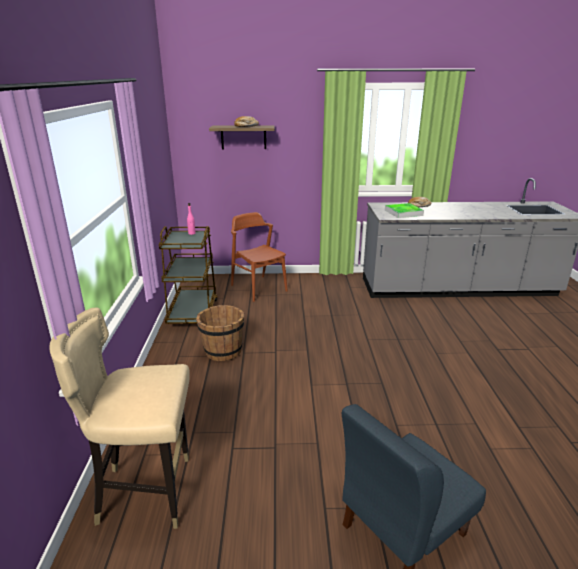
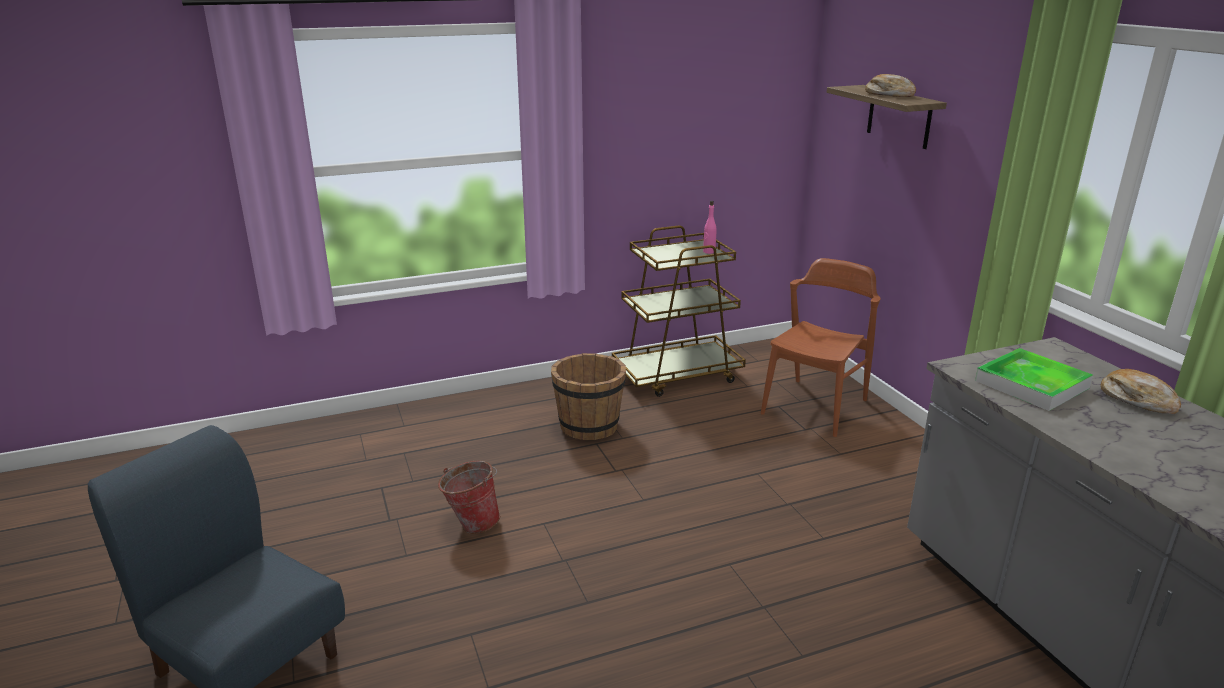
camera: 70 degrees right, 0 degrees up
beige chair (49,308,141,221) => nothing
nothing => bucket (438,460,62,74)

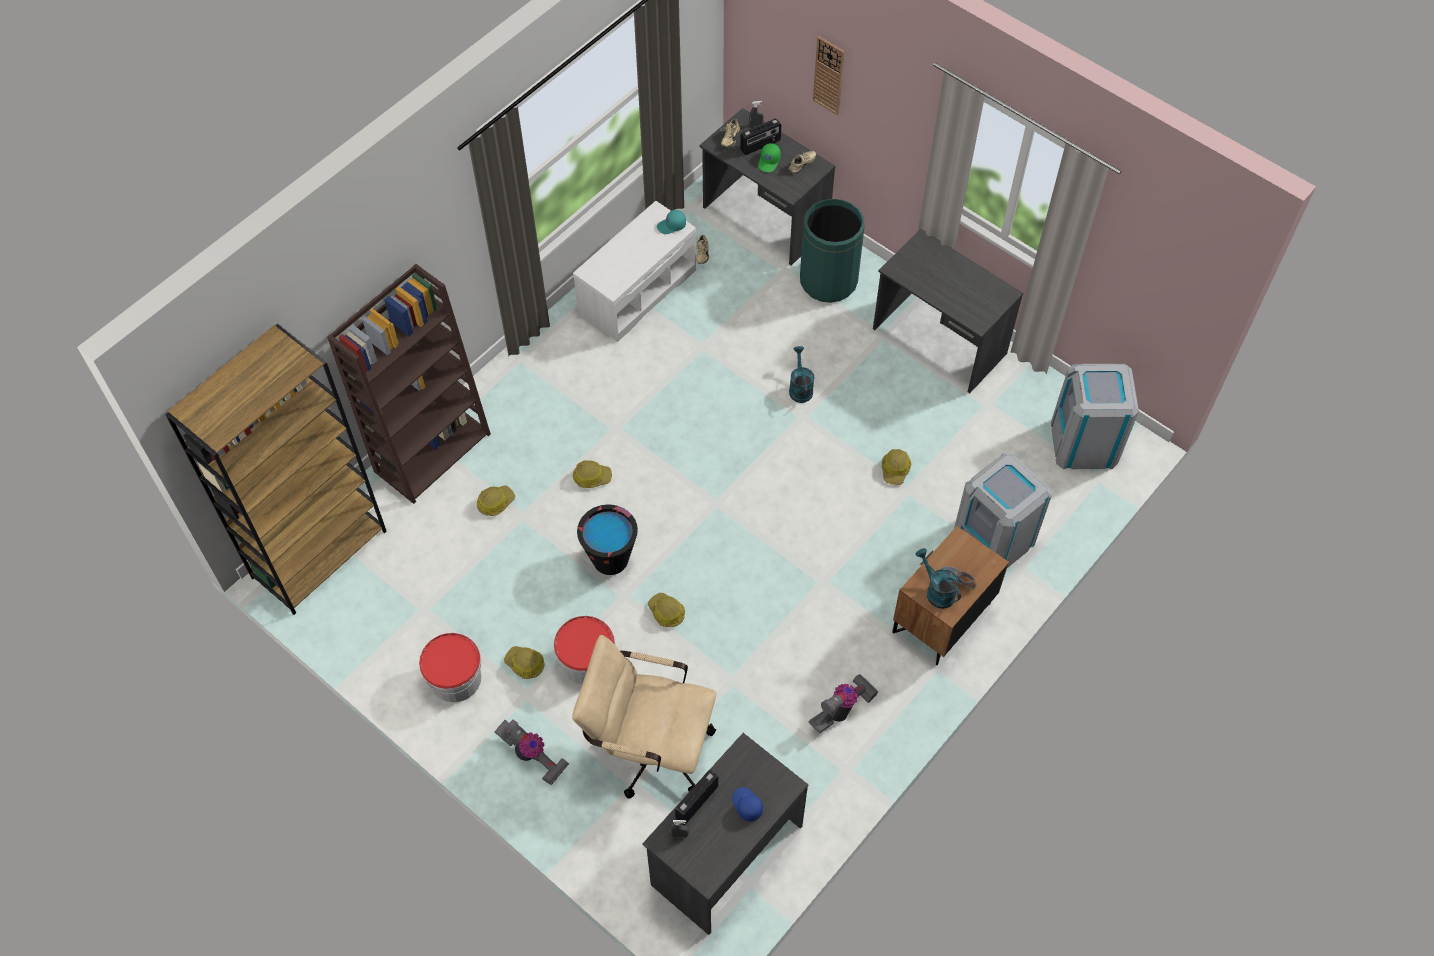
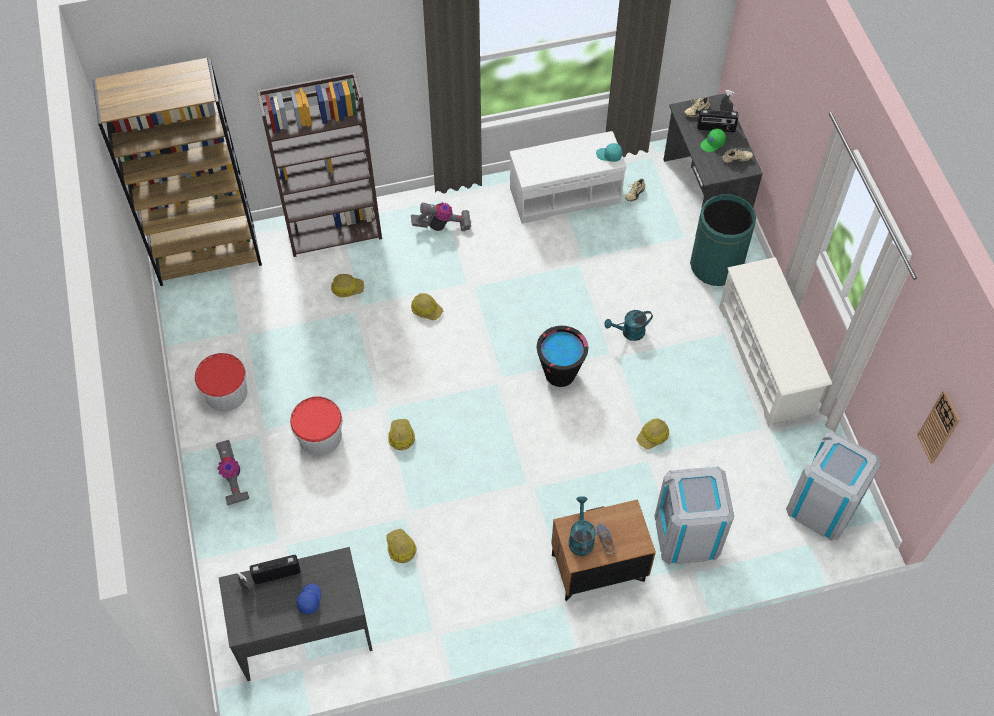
camera: 35 degrees right, 0 degrees up
beige office chair (572,635,144,163) => nothing
hard hat (504,646,40,33) => hard hat (386,529,31,34), moved
black bucket (577,505,61,70) => black bucket (537,326,51,61), moved
vacuum cleaner (809,674,70,59) => vacuum cleaner (411,202,60,29), moved
wall clock (813,36,32,79) => wall clock (917,390,43,74), moved
grey desk (873,229,150,164) => white shoe rack (719,257,113,170)
turquoise watering can (789,346,25,57) => turquoise watering can (605,310,48,31), 135 degrees counterclockwise

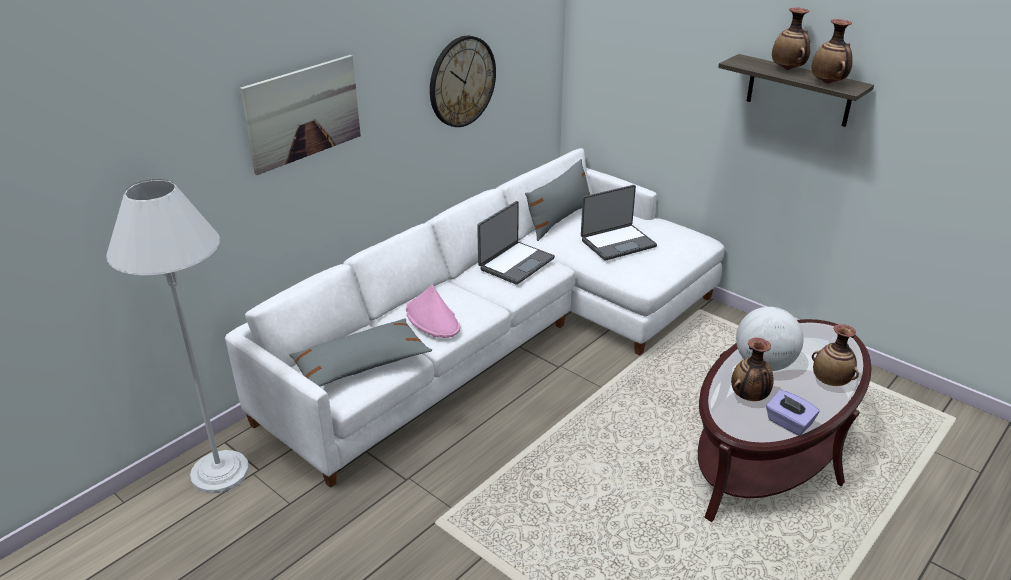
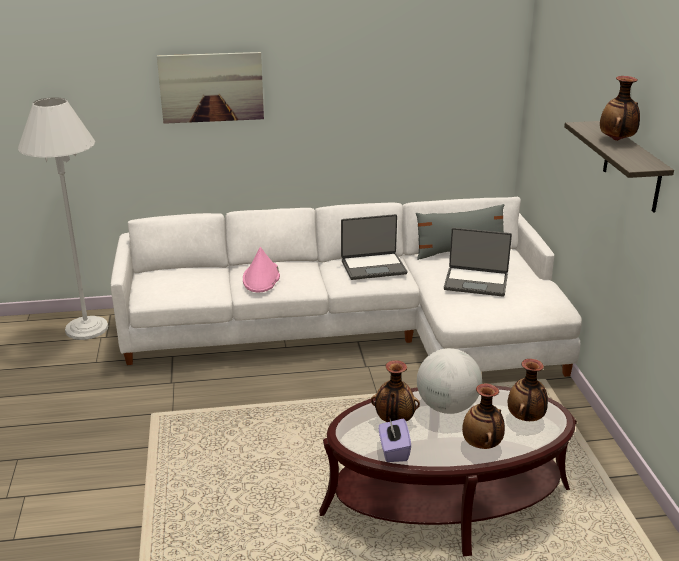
camera: 40 degrees right, 5 degrees down
grey pillow (289,318,143,68) => nothing
wall clock (430,36,66,91) => nothing
vase (811,19,42,65) => vase (508,359,40,62), moved

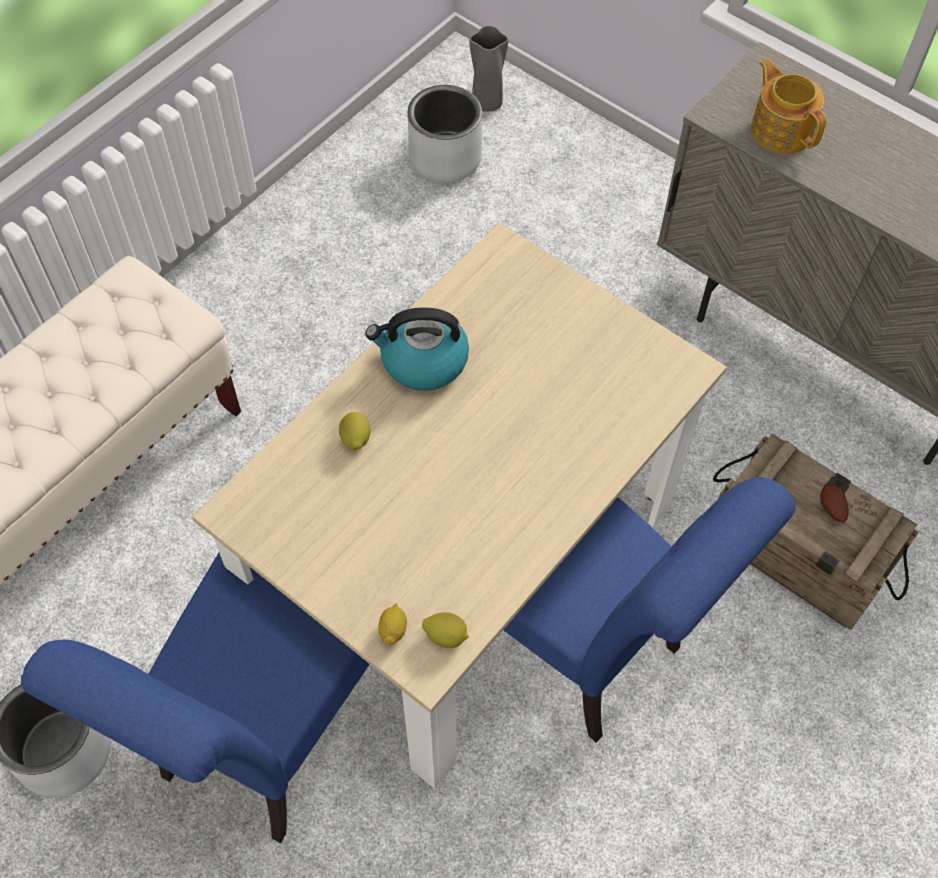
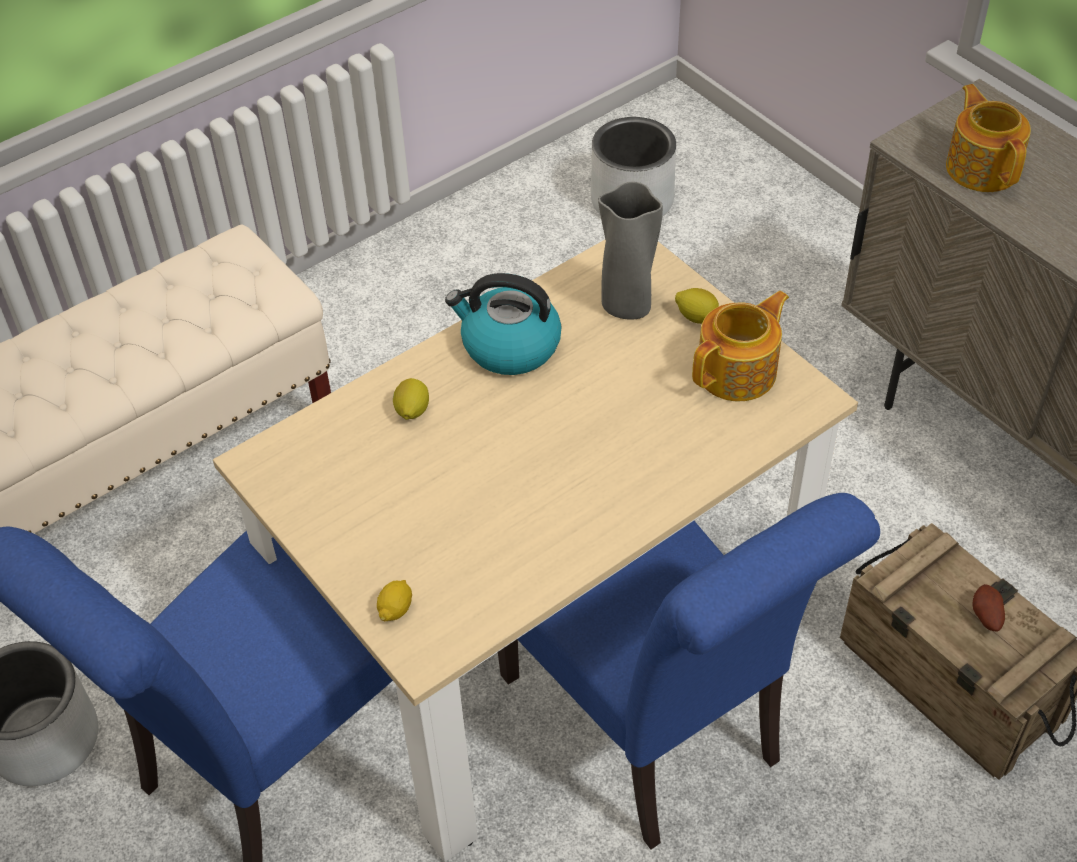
camera: 15 degrees right, 10 degrees down
nothing => teapot (692,291,97,110)
lemon (422,612,47,36) => lemon (675,288,44,36), moved
grey vase (469,26,40,86) => grey vase (598,182,65,138), moved

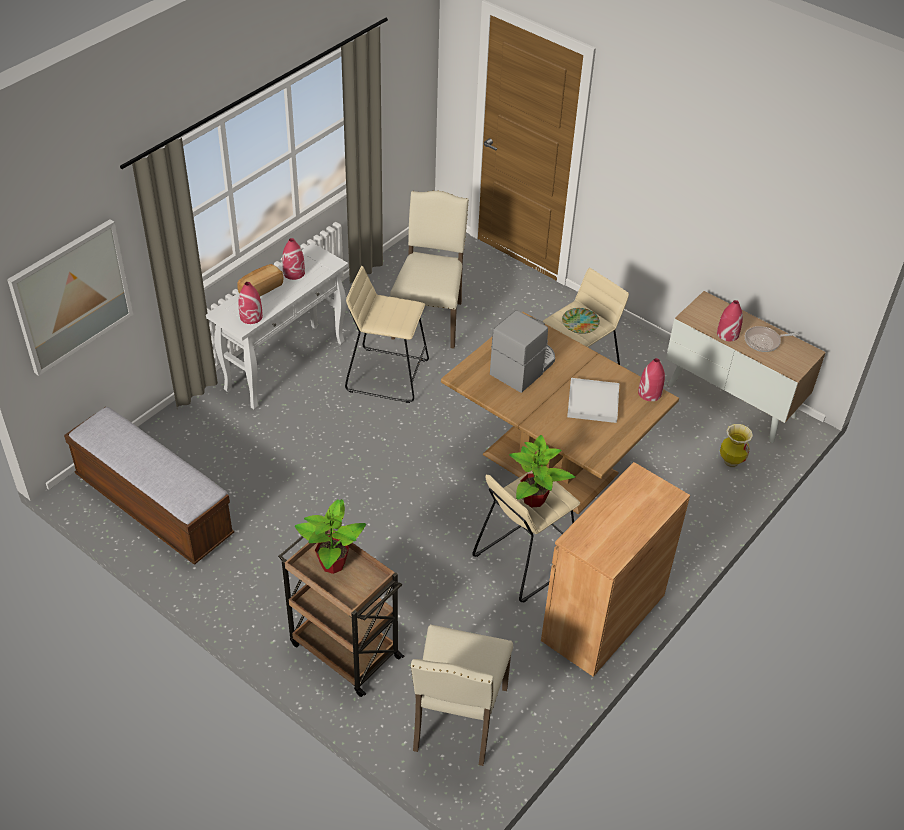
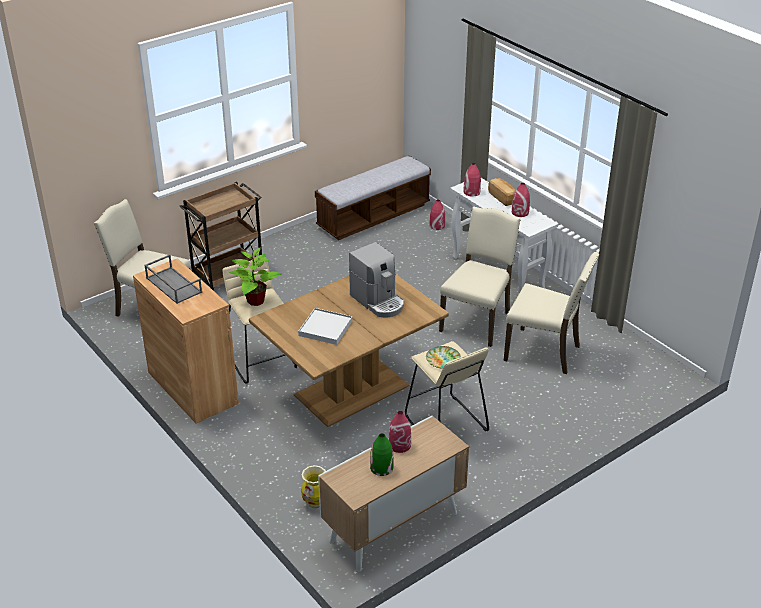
camera: 105 degrees right, 10 degrees down
picture (7,219,126,157) => nothing
potted plant (295,499,71,75) => nothing
nothing => grey tray (144,255,58,49)
red vase (638,358,27,43) => red vase (430,200,15,30), moved
beige stool (345,266,84,137) => beige chair (439,206,81,141)
frying pan (745,326,53,26) => green vase (370,433,24,43)

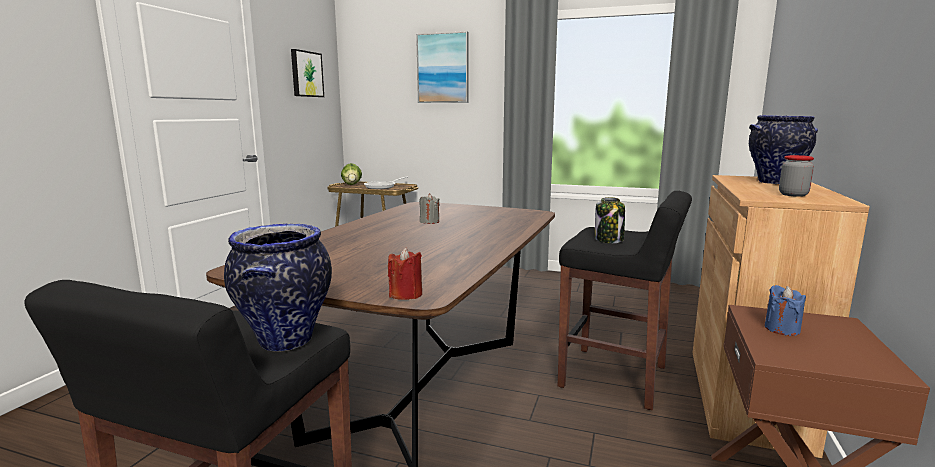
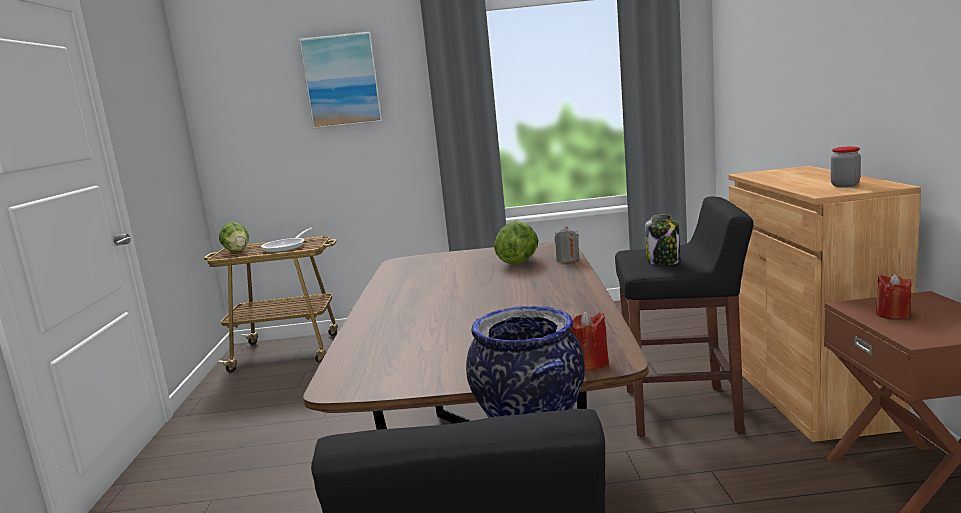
camera: 20 degrees left, 0 degrees up
picture (291,49,33,48) => nothing
vase (749,115,69,69) => nothing
nothing => lettuce (494,221,45,43)
grey candle (419,193,21,31) => grey candle (555,226,24,36), moved
blue candle (764,285,42,51) => red candle (876,273,36,47)

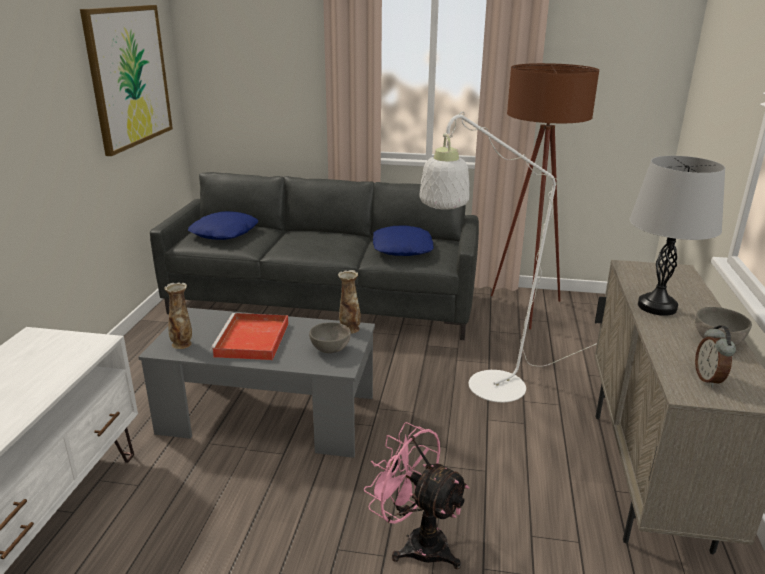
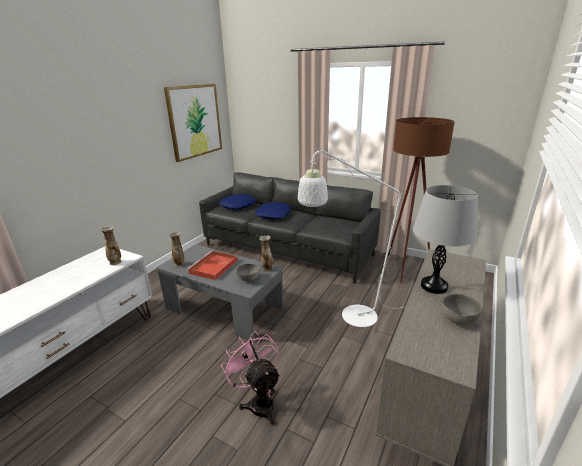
camera: 20 degrees right, 0 degrees up
alarm clock (695,325,41,63) => nothing
nothing => vase (100,226,22,39)
blue pillow (373,225,61,31) => blue pillow (255,202,37,17), moved

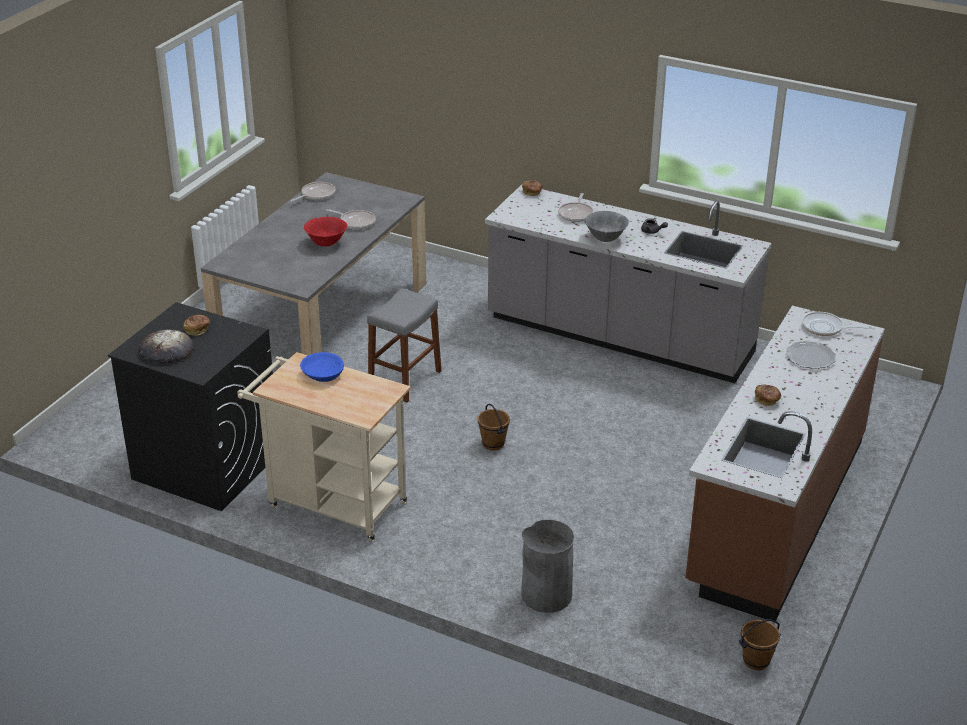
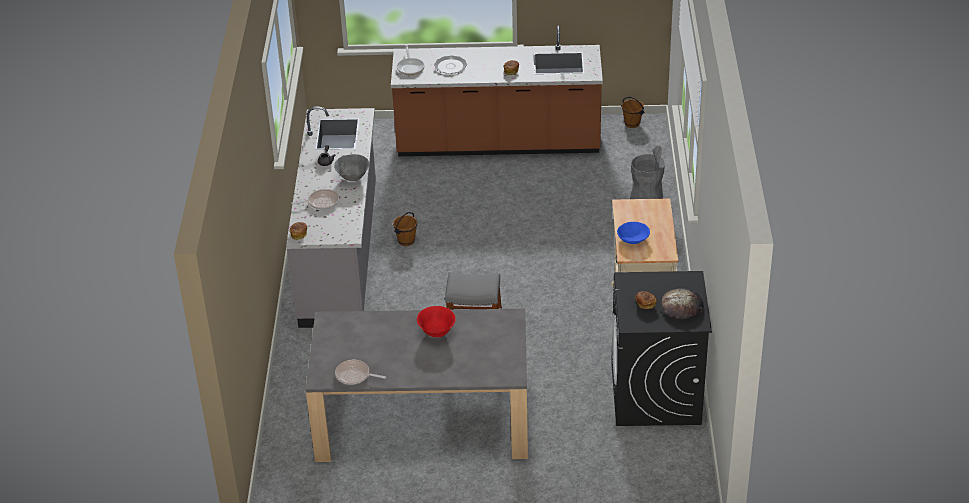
camera: 115 degrees left, 5 degrees up
frying pan (326,209,50,21) => nothing
brown bucket (478,404,32,47) => brown bucket (393,212,24,34), moved

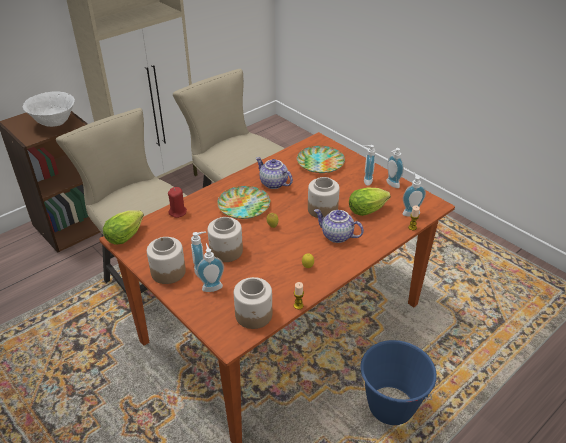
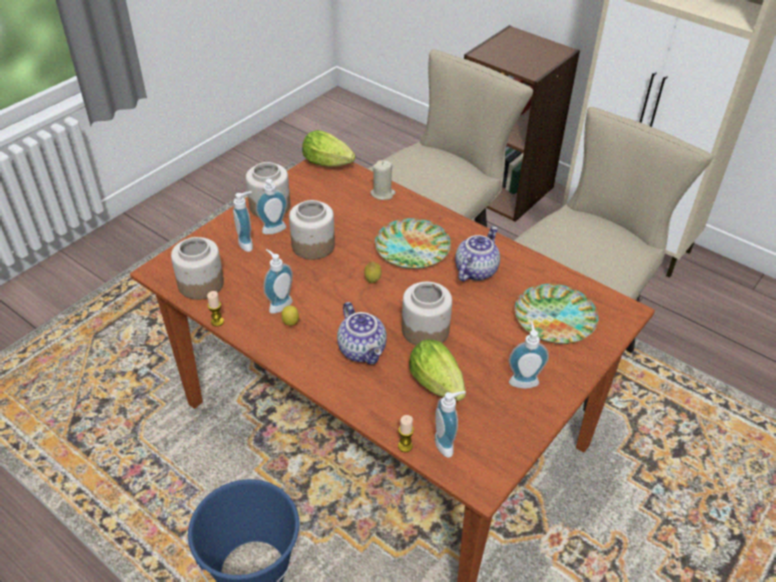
camera: 80 degrees right, 5 degrees up
white bowl (23,92,52,35) => nothing
soap dispenser (386,148,18,40) => soap dispenser (263,249,30,65), moved
red candle (168,187,19,31) => beige candle (370,160,26,40)
teapot (314,209,50,34) => teapot (337,302,50,62), 135 degrees clockwise

